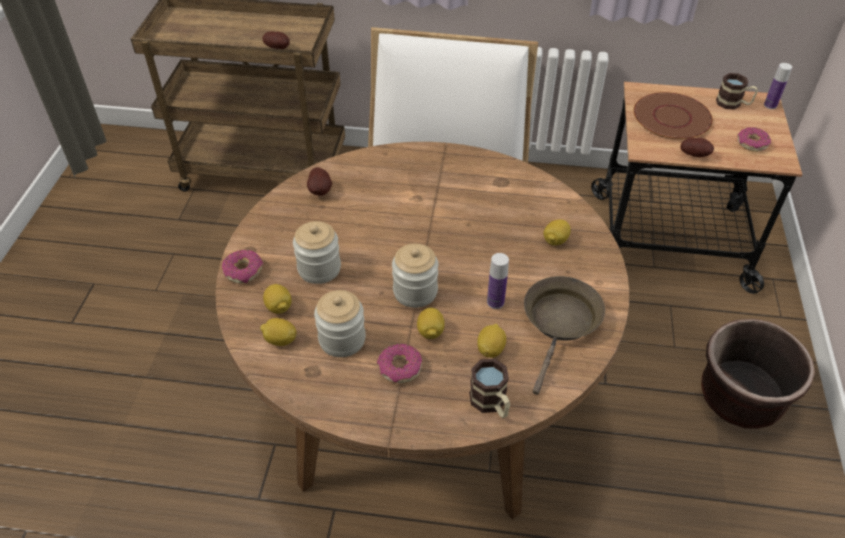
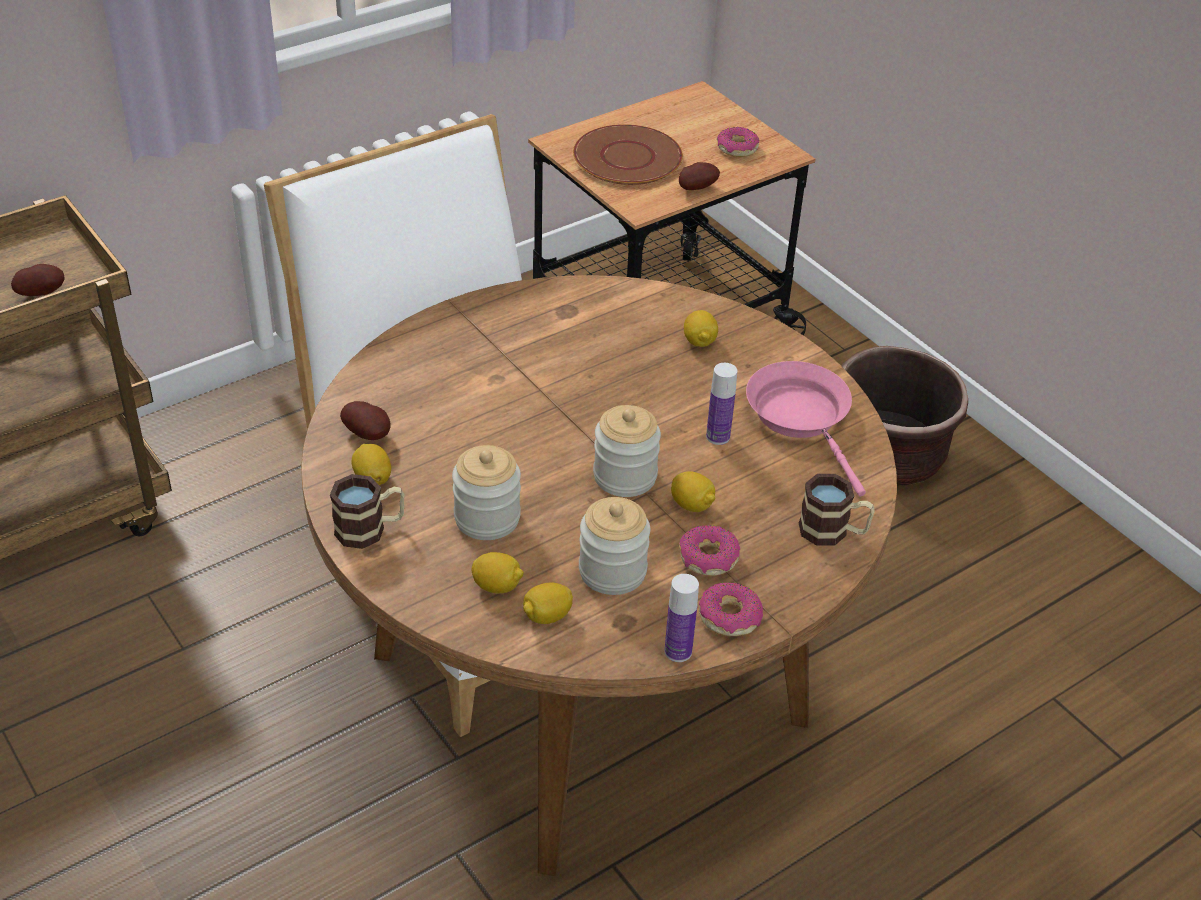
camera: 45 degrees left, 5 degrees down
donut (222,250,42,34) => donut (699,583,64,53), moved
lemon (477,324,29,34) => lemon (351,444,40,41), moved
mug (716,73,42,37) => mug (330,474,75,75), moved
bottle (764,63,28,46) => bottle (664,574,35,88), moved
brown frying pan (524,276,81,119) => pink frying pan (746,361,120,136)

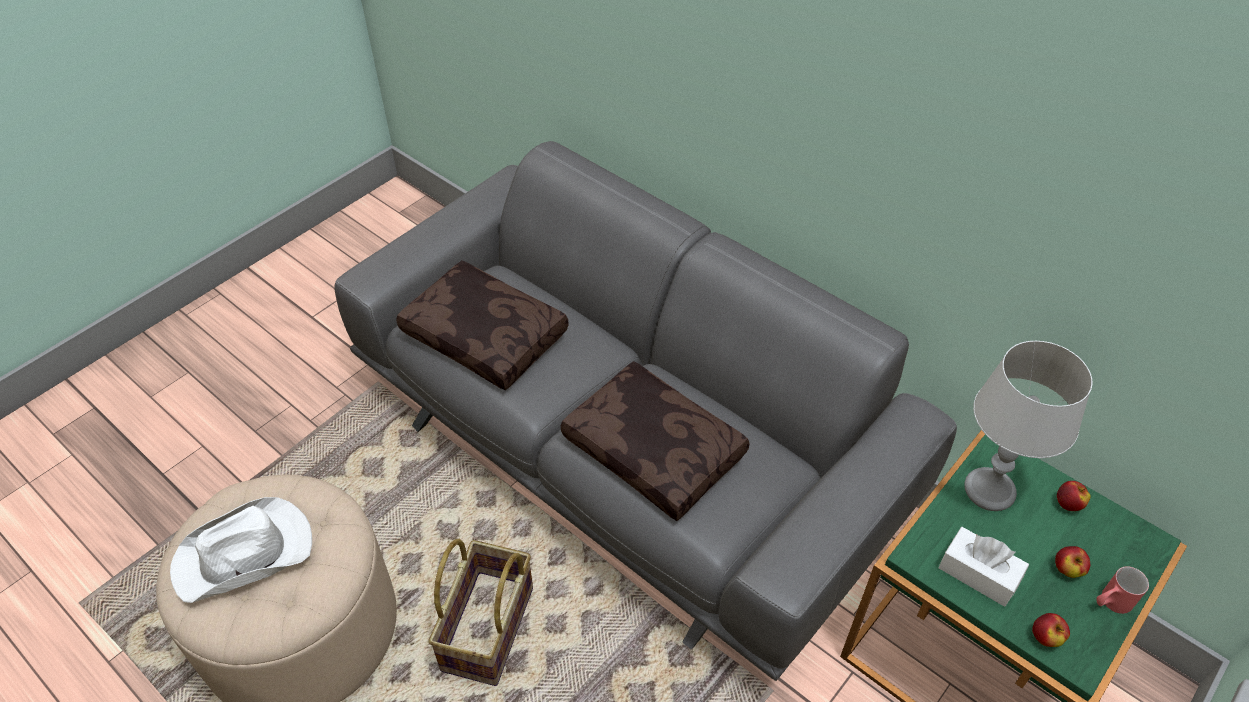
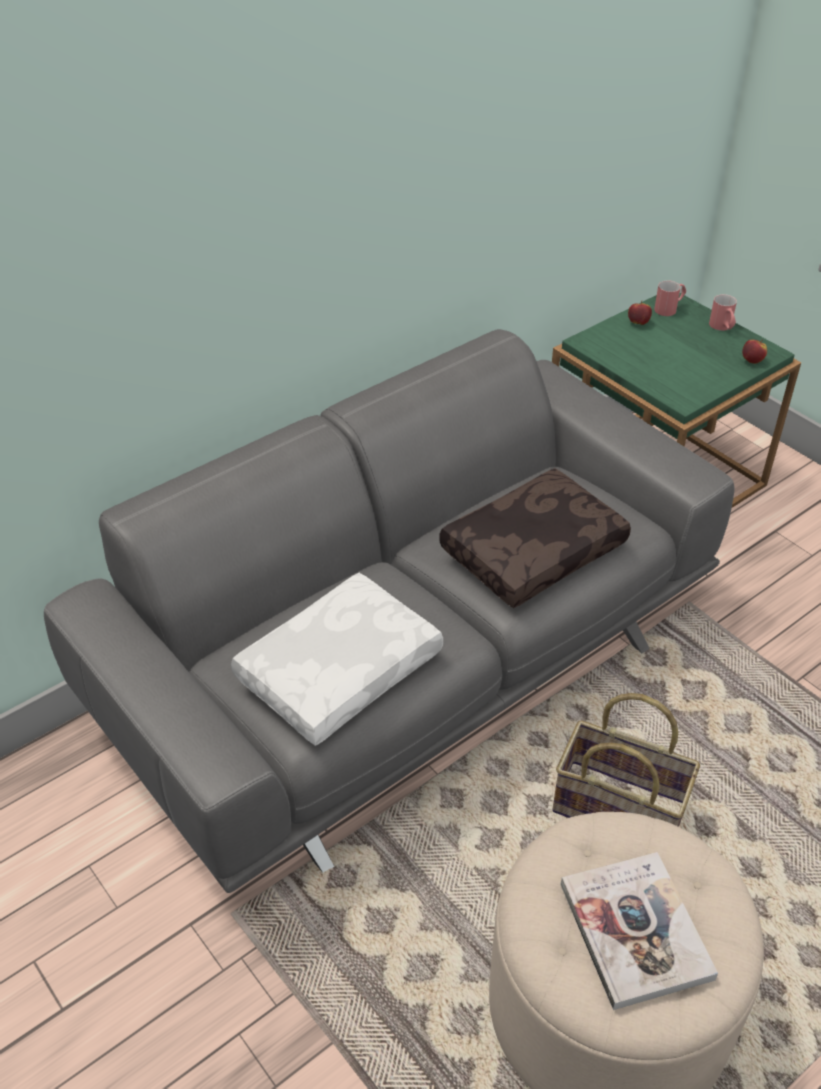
camera: 80 degrees left, 5 degrees down
white tissue box (938,527,91,80) => nothing
grey table lamp (964,341,129,170) => nothing
apple (1055,546,35,32) => nothing
nothing => red mug (654,280,32,36)
white hat (170,497,142,106) => book (560,852,158,158)
brown pillow (396,261,173,129) => white pillow (231,573,212,173)

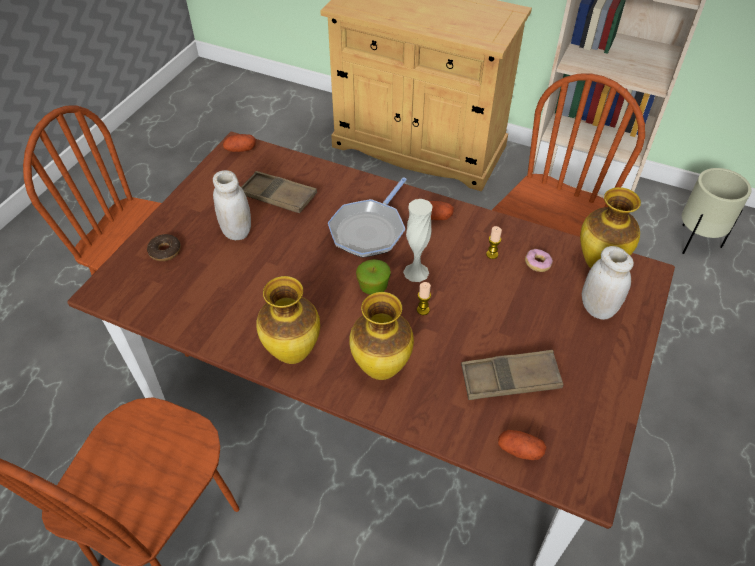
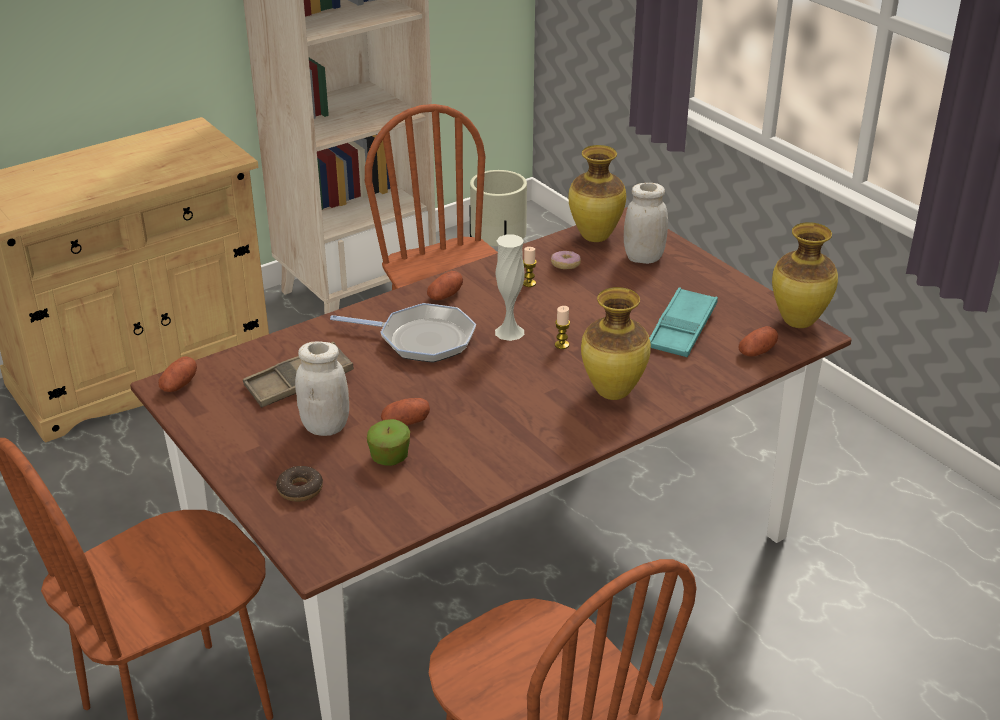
camera: 60 degrees left, 15 degrees down
nothing => potato (381,398,49,27)
vase (257,276,63,88) => vase (772,222,66,106), moved
apple (356,259,35,36) => apple (367,419,43,47), moved
brown tray (461,350,103,50) => turquoise tray (649,288,69,69)
frying pan (328,177,79,81) => frying pan (330,303,146,60), 45 degrees counterclockwise

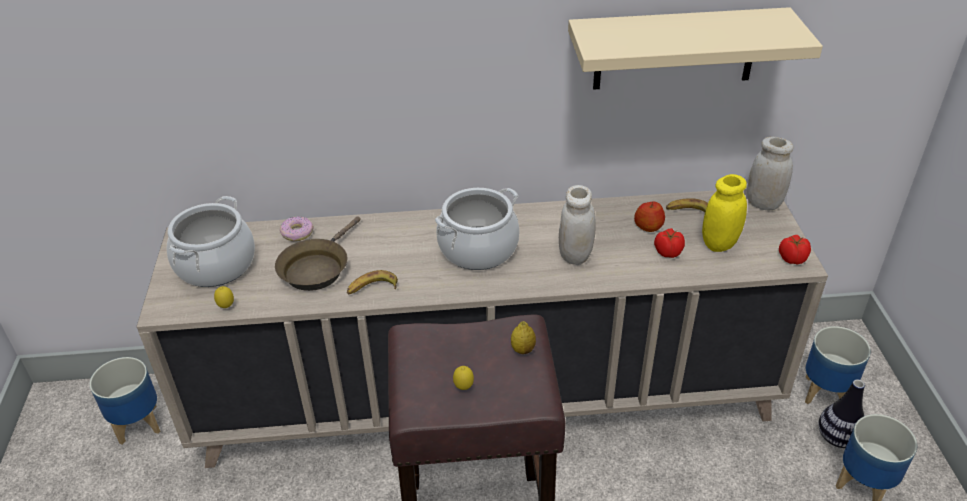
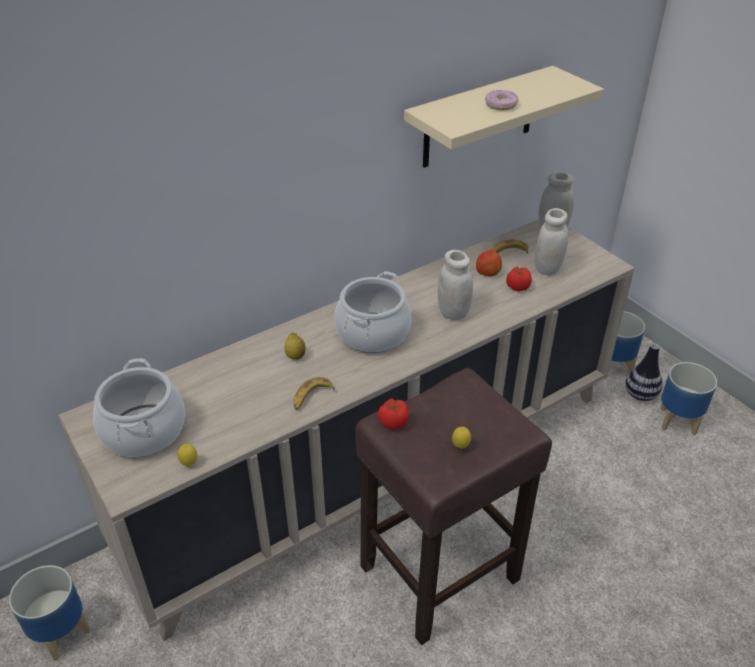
camera: 30 degrees left, 0 degrees up
brown frying pan (275,216,86,75) => nothing
donut (280,216,34,25) => donut (485,90,34,21), moved
lemon (511,321,25,33) => lemon (284,332,22,28), moved
tomato (779,235,32,30) => tomato (378,398,31,32), moved
yellow jar (702,174,45,78) => white jar (535,208,33,68)

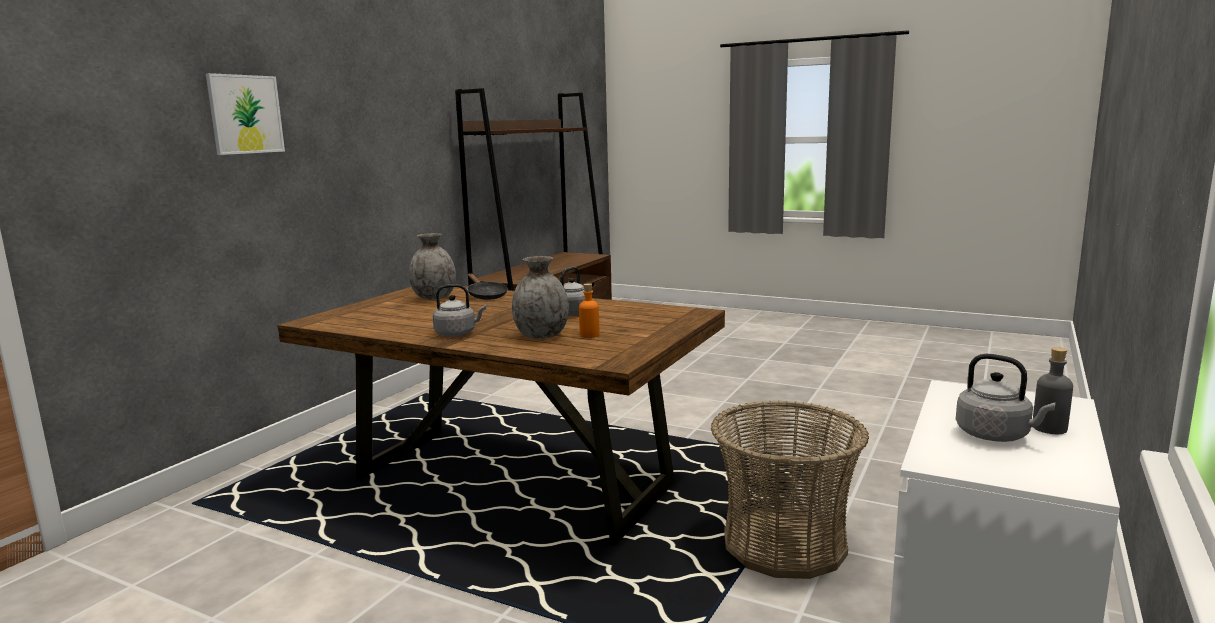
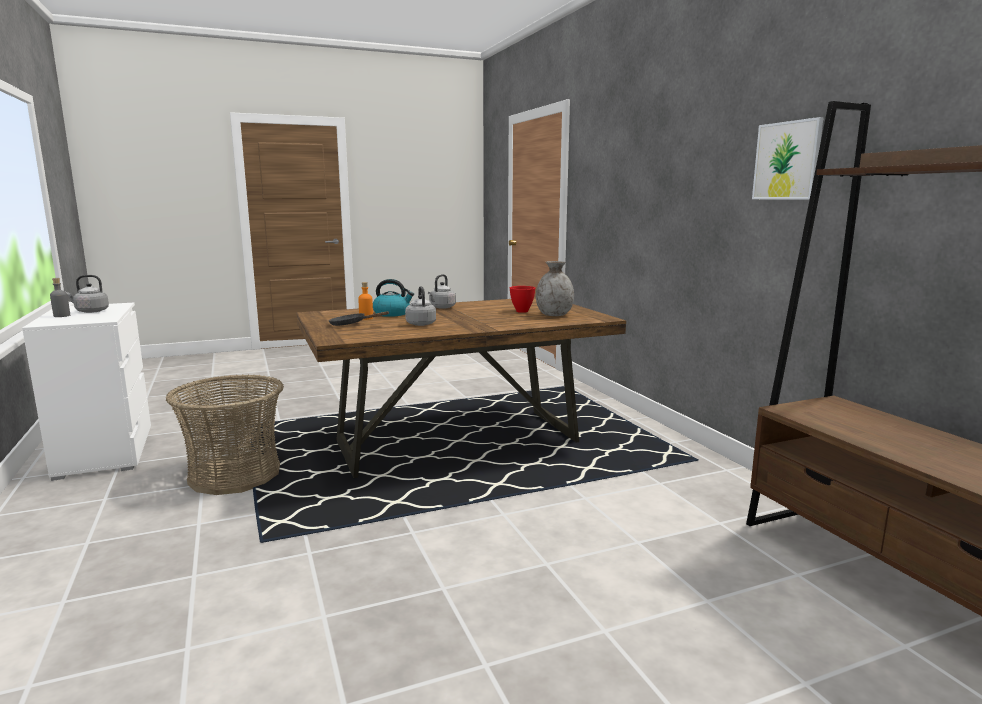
camera: 130 degrees right, 0 degrees up
nothing => red bowl (510,286,25,27)
picture (206,73,79,82) => picture (752,117,72,83), moved
black frying pan (467,273,41,27) => black frying pan (328,311,61,15), moved
grey vase (512,256,57,83) => kettle (373,279,41,38)

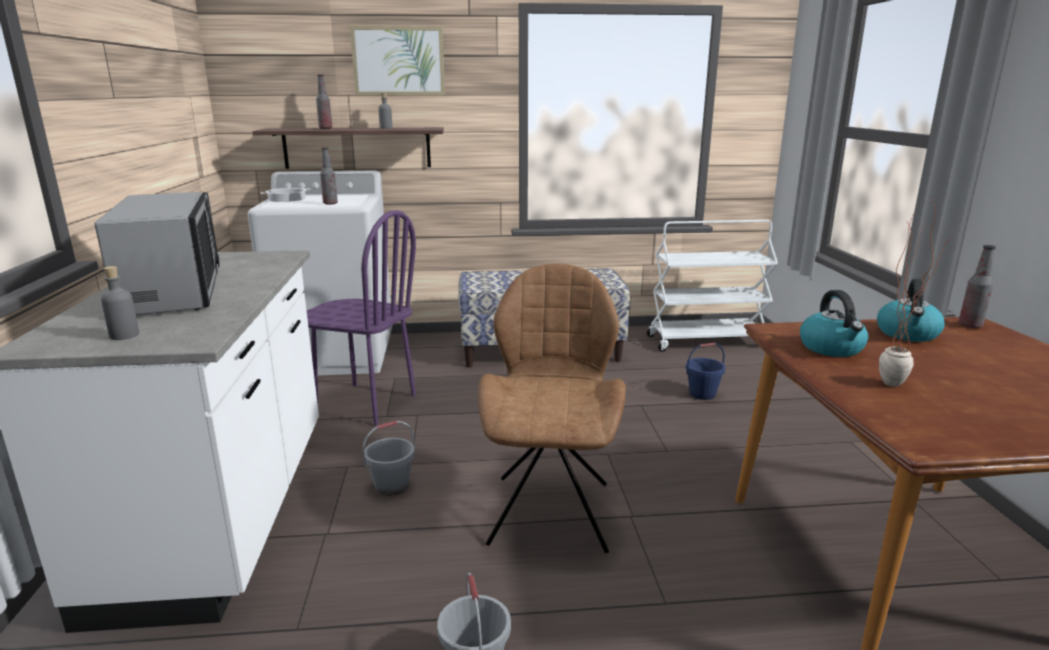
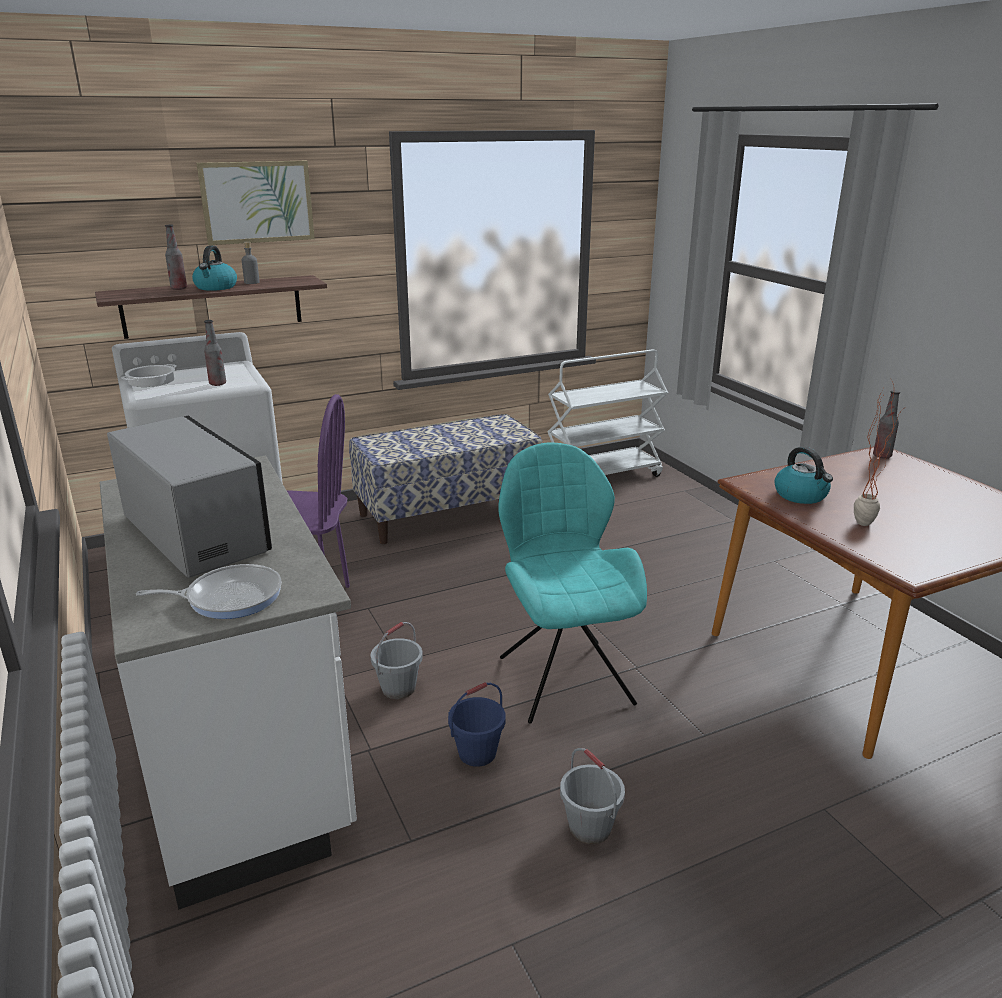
camera: 20 degrees left, 5 degrees up
blue bucket (686,343,39,57) => blue bucket (448,682,58,85), moved
kettle (877,279,68,63) => kettle (192,245,45,46), moved
grey bottle (101,266,38,74) => frying pan (136,564,146,55)
brown chair (478,264,148,289) => turquoise chair (498,442,149,282)

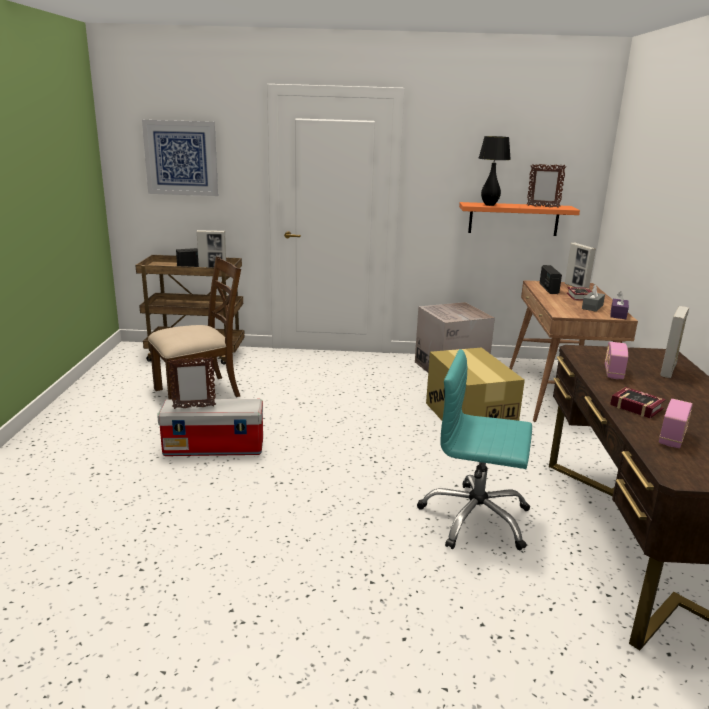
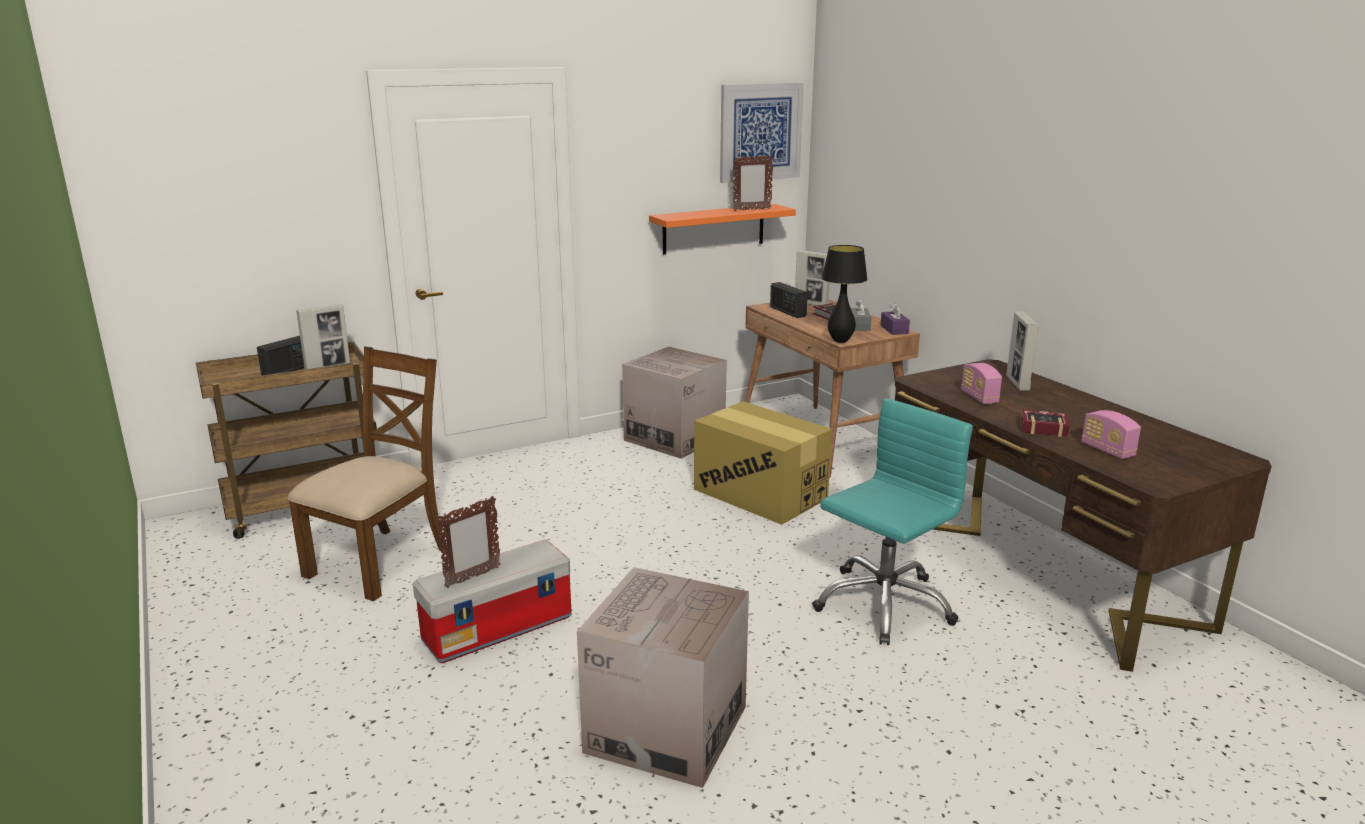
camera: 30 degrees left, 0 degrees up
nothing => cardboard box (577,567,172,221)
picture (142,120,76,76) => picture (720,83,84,100), moved
black table lamp (479,136,32,70) => black table lamp (821,245,47,98), moved
turquoise office chair (417,349,115,201) => turquoise office chair (812,398,161,247), 150 degrees clockwise
radio (659,399,34,49) => radio (1082,410,59,49), 150 degrees clockwise

